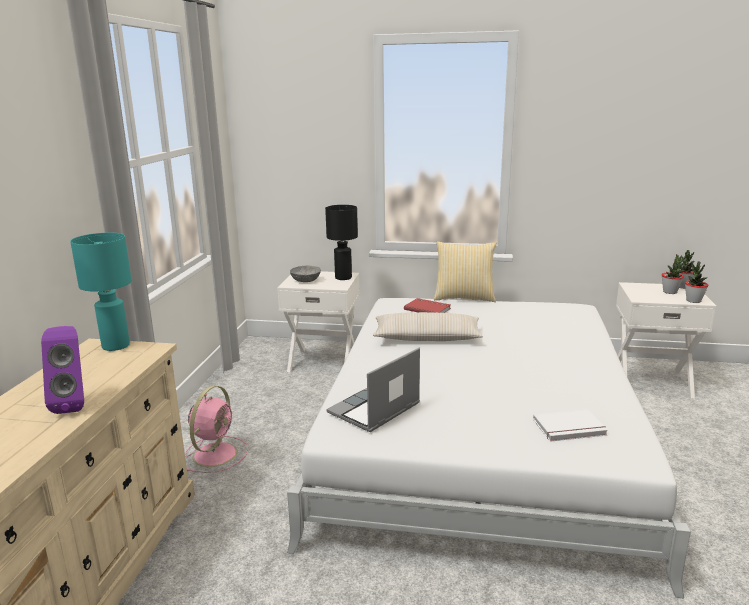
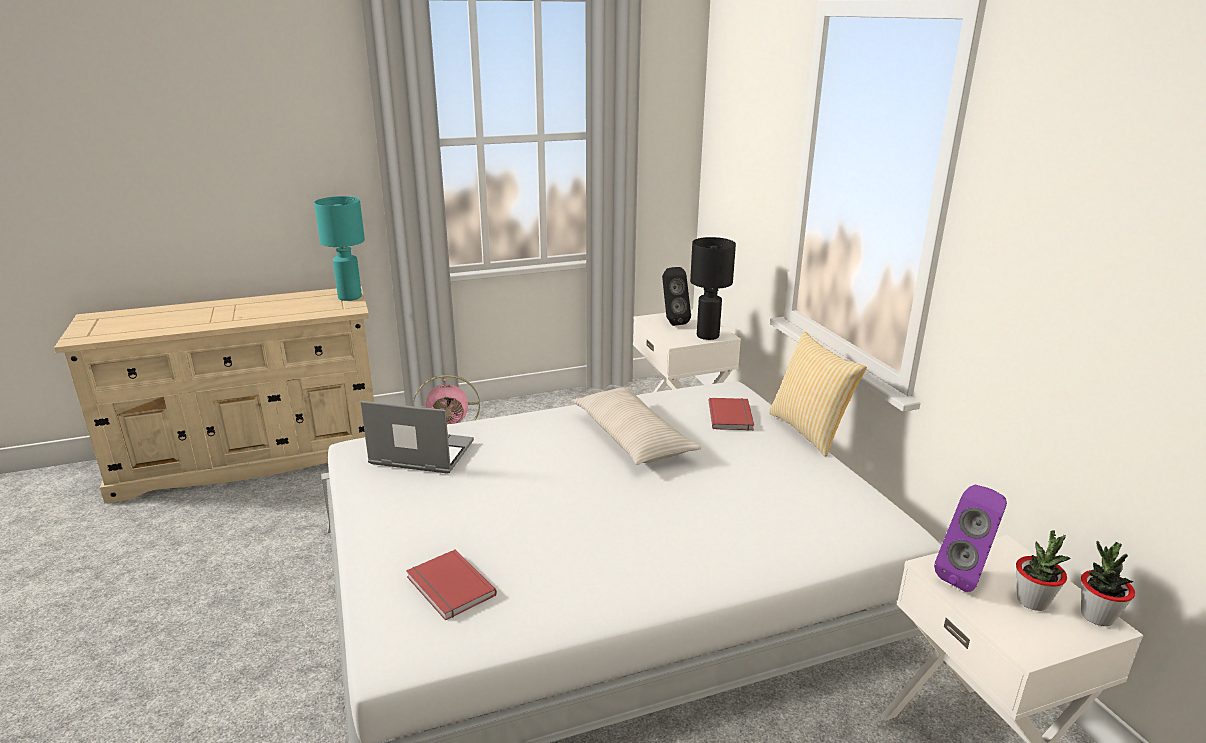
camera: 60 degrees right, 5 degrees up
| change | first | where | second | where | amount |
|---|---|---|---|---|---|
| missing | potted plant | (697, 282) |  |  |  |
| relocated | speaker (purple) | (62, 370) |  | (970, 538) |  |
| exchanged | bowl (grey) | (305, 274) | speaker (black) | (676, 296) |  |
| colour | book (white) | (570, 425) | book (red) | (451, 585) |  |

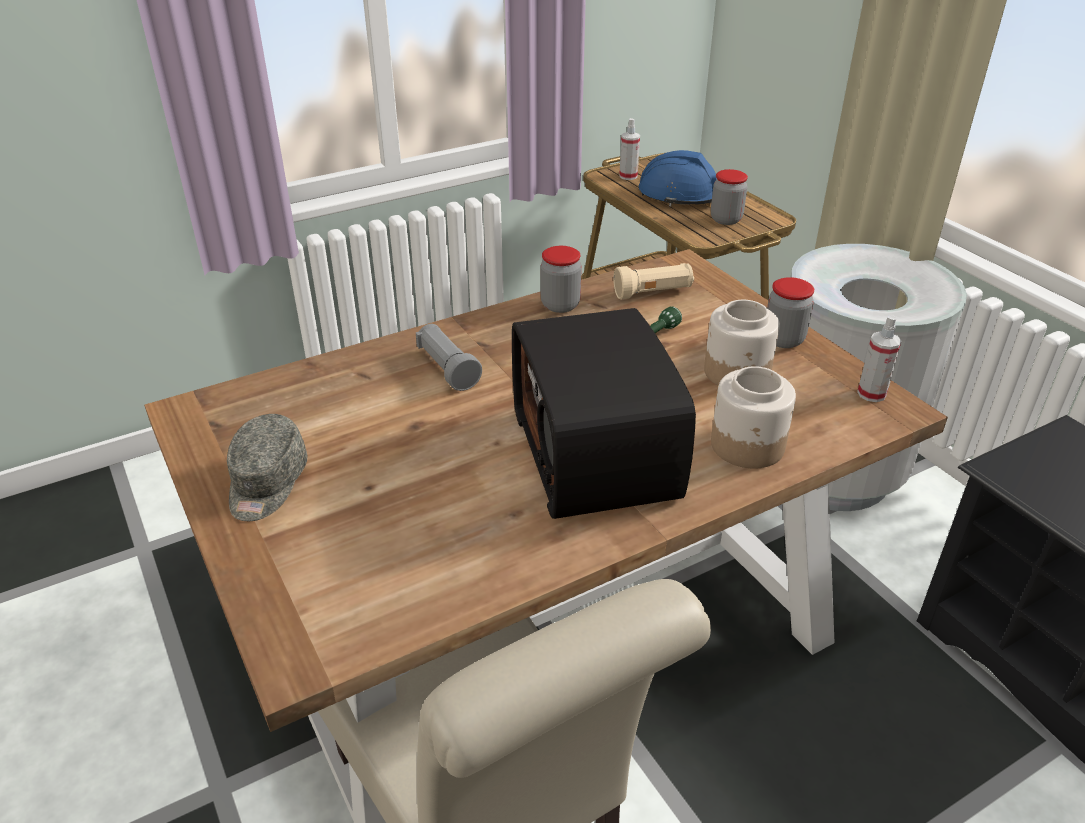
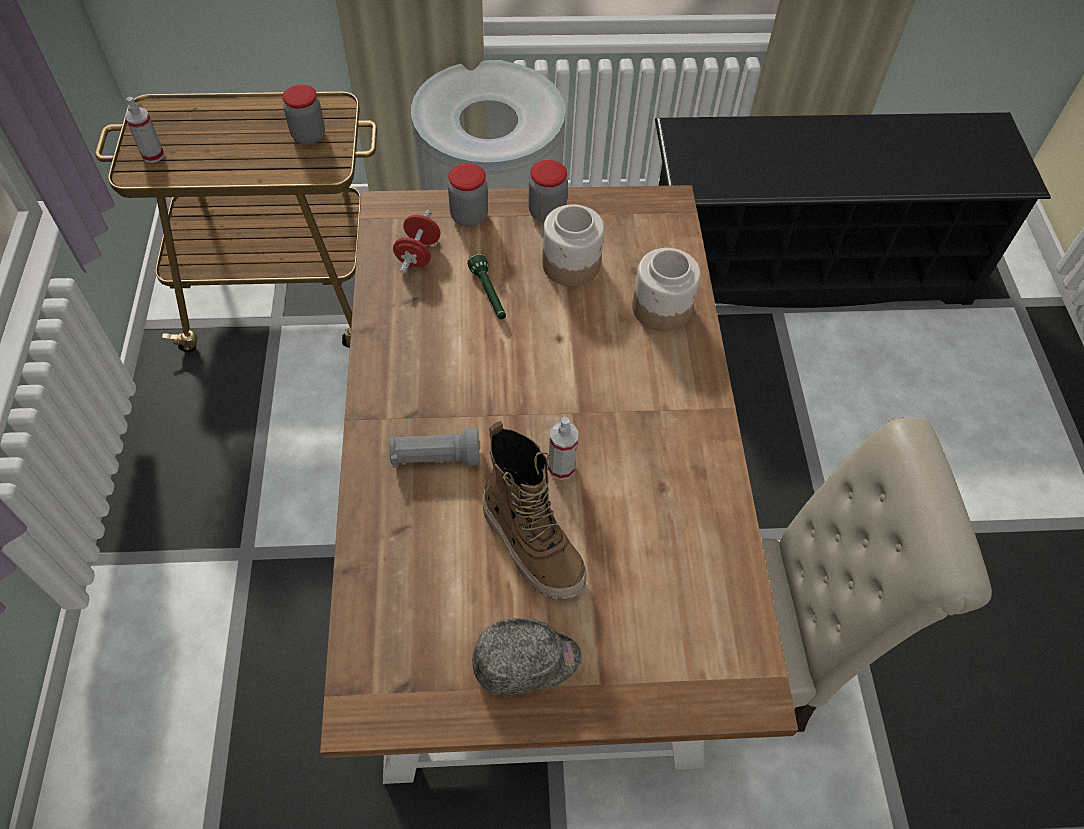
camera: 65 degrees left, 20 degrees up
| change | first | where | second | where | amount |
|---|---|---|---|---|---|
| missing | radio | (604, 413) |  |  |  |
| missing | hard hat (blue) | (682, 178) |  |  |  |
| appeared |  |  | boot | (534, 510) |  |
| relocated | jar | (561, 279) |  | (468, 195) |  |
| relocated | spray bottle | (879, 358) |  | (563, 448) |  |
| exchanged | flashlight (beige) | (653, 281) | dumbbell (red) | (416, 241) |  |
| spun | cap (grey) | (267, 467) |  | (527, 657) | 45 degrees counterclockwise |

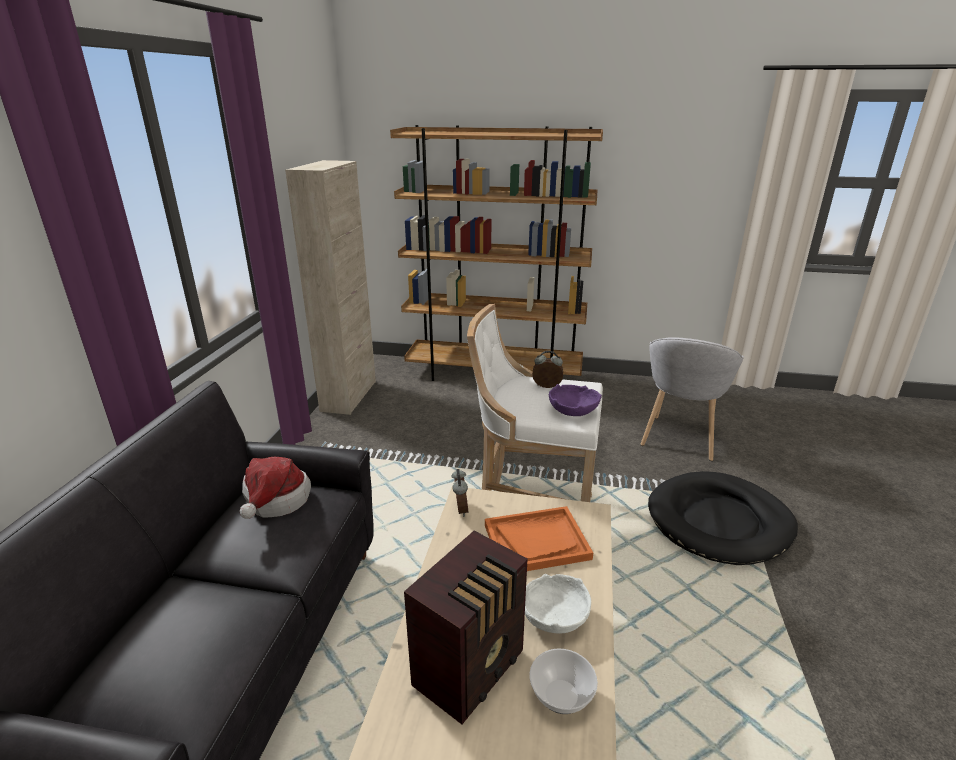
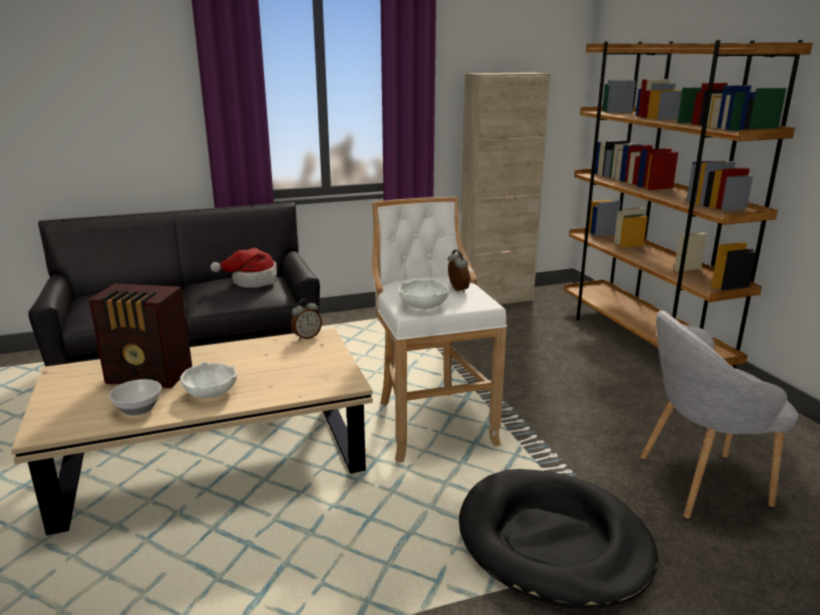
camera: 60 degrees right, 5 degrees down
| change | first | where | second | where | amount |
|---|---|---|---|---|---|
| missing | tray (orange) | (539, 538) |  |  |  |
| colour | bowl (purple) | (575, 400) | bowl (white) | (424, 293) |  |

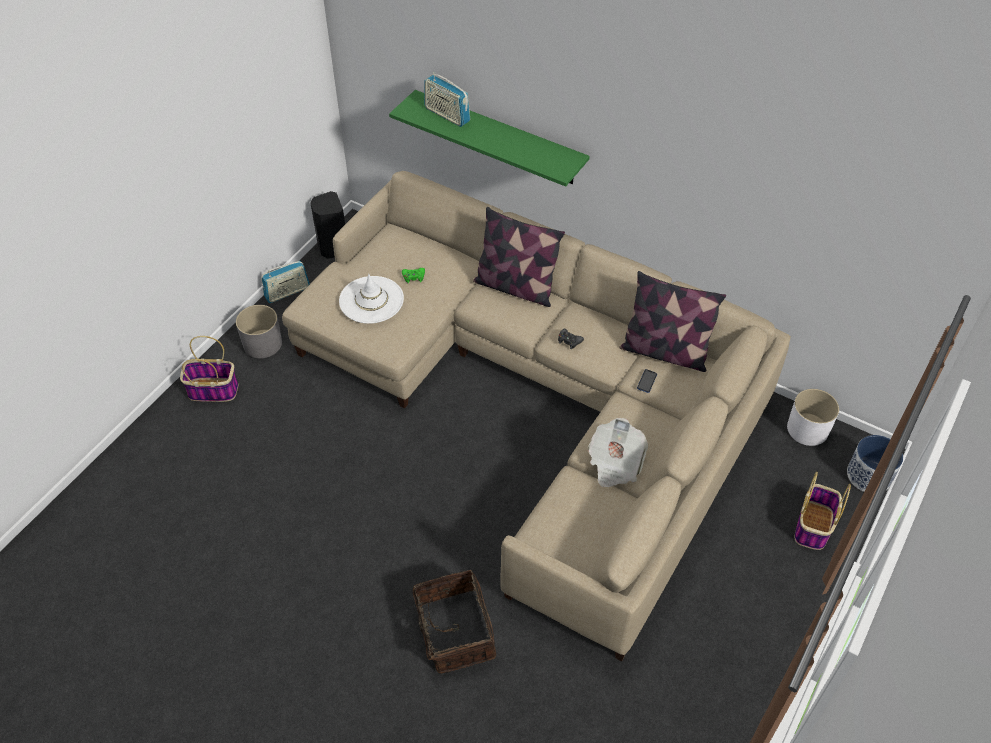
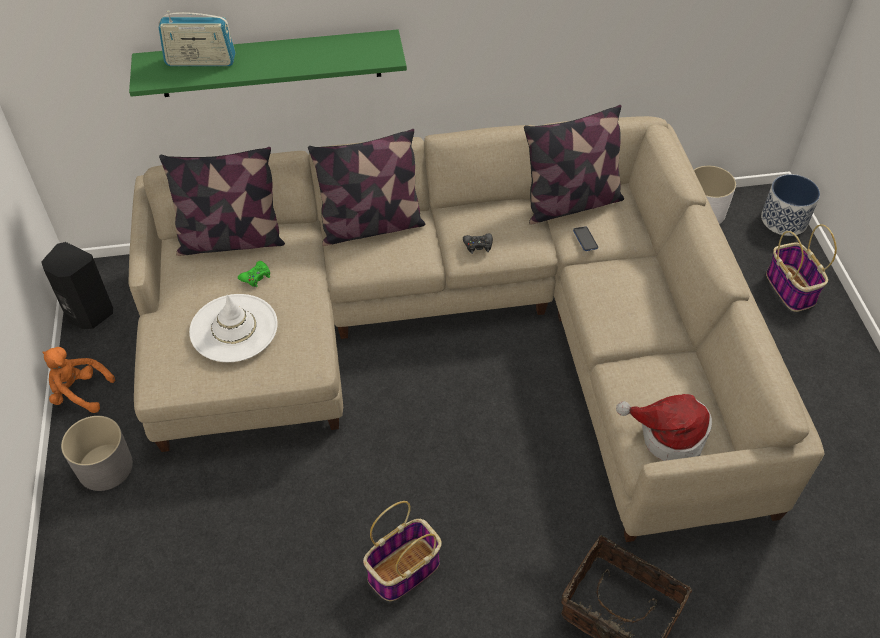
camera: 40 degrees left, 0 degrees up
| change | first | where | second | where | amount |
|---|---|---|---|---|---|
| missing | newspaper | (618, 452) |  |  |  |
| appeared |  |  | pillow | (222, 201) |  |
| appeared |  |  | hat | (664, 427) |  |
| relocated | basket | (209, 369) |  | (402, 551) |  |
| exchanged | radio | (285, 282) | plush toy (orange) | (78, 380) |  |

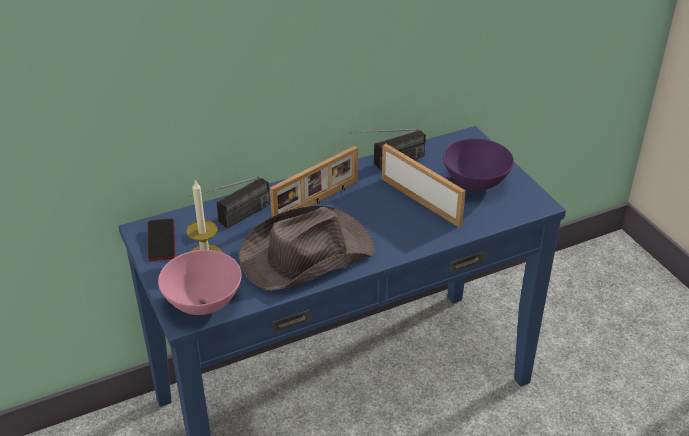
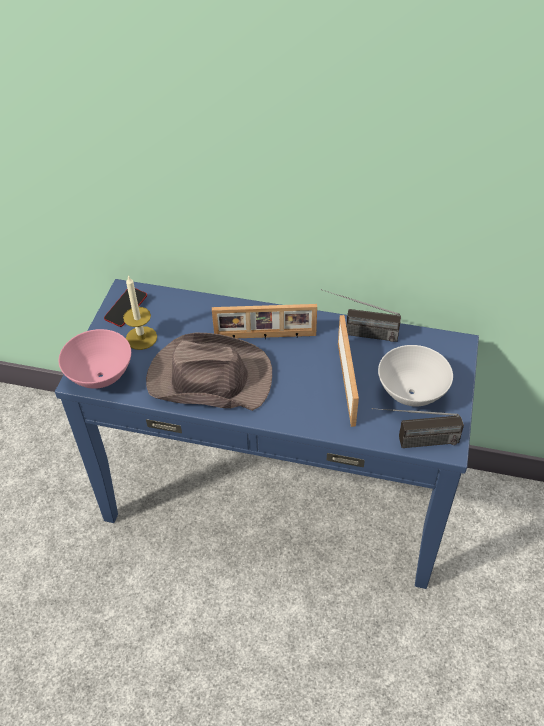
camera: 40 degrees right, 10 degrees up
| change | first | where | second | where | amount |
|---|---|---|---|---|---|
| relocated | radio | (229, 203) |  | (418, 428) |  |
| colour | bowl (purple) | (478, 164) | bowl (white) | (415, 375) |  |

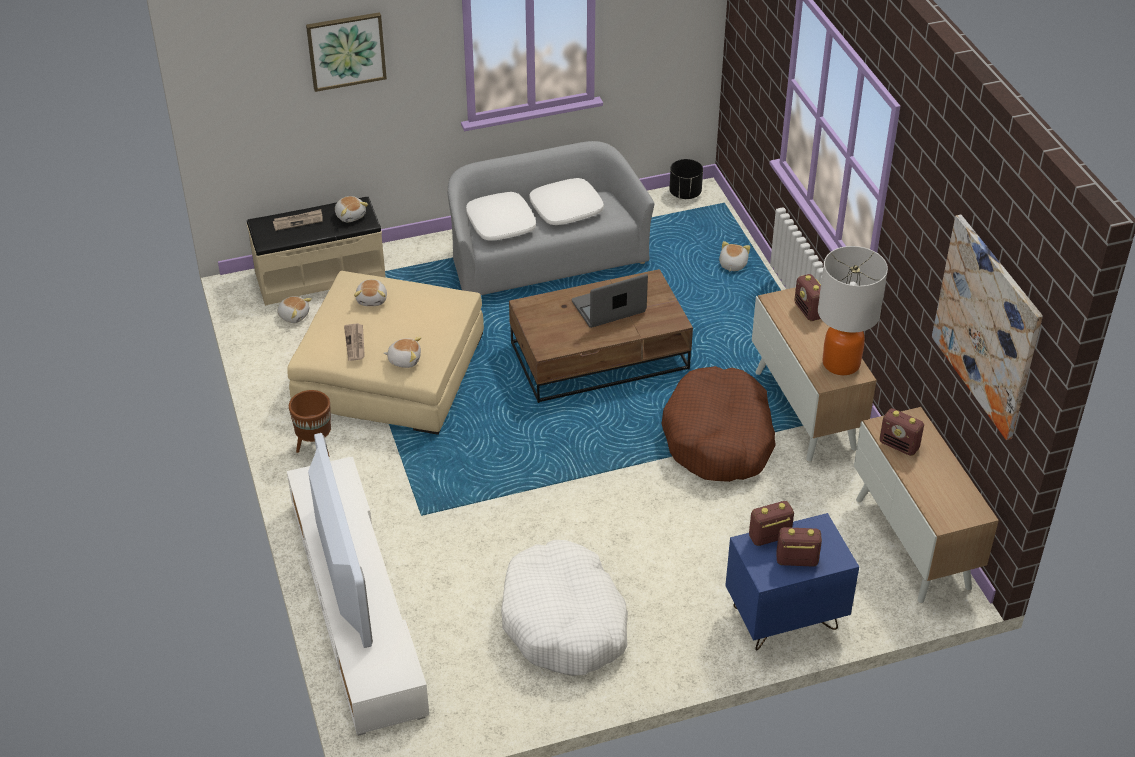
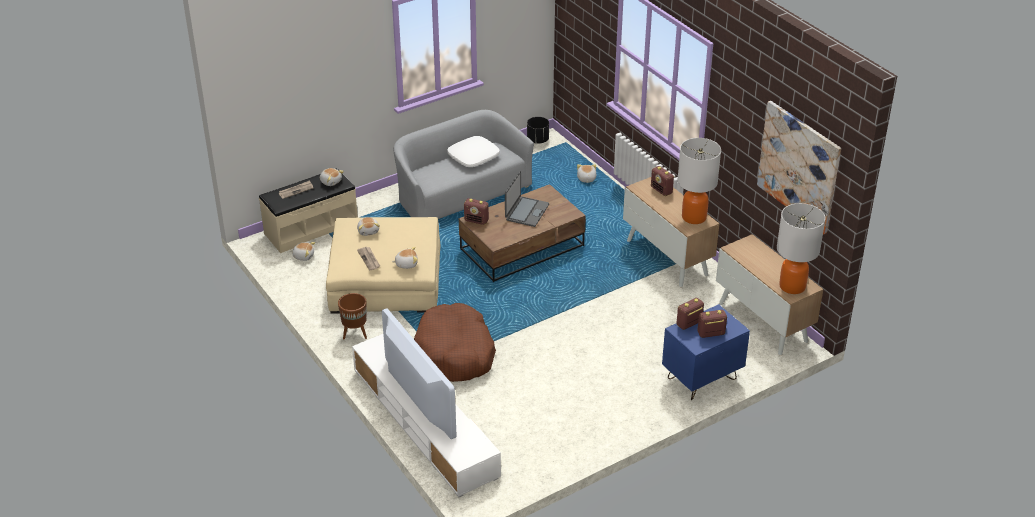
camera: 15 degrees left, 5 degrees down
| change | first | where | second | where | amount |
|---|---|---|---|---|---|
| missing | picture | (346, 52) |  |  |  |
| missing | pillow (white) | (501, 216) |  |  |  |
| missing | dog bed (white) | (564, 608) |  |  |  |
| appeared |  |  | table lamp | (801, 248) |  |
| relocated | dog bed (brown) | (718, 424) |  | (455, 342) |  |
| relocated | radio | (901, 432) |  | (476, 211) |  |
| spun | laptop | (610, 301) |  | (527, 199) | 150 degrees clockwise |

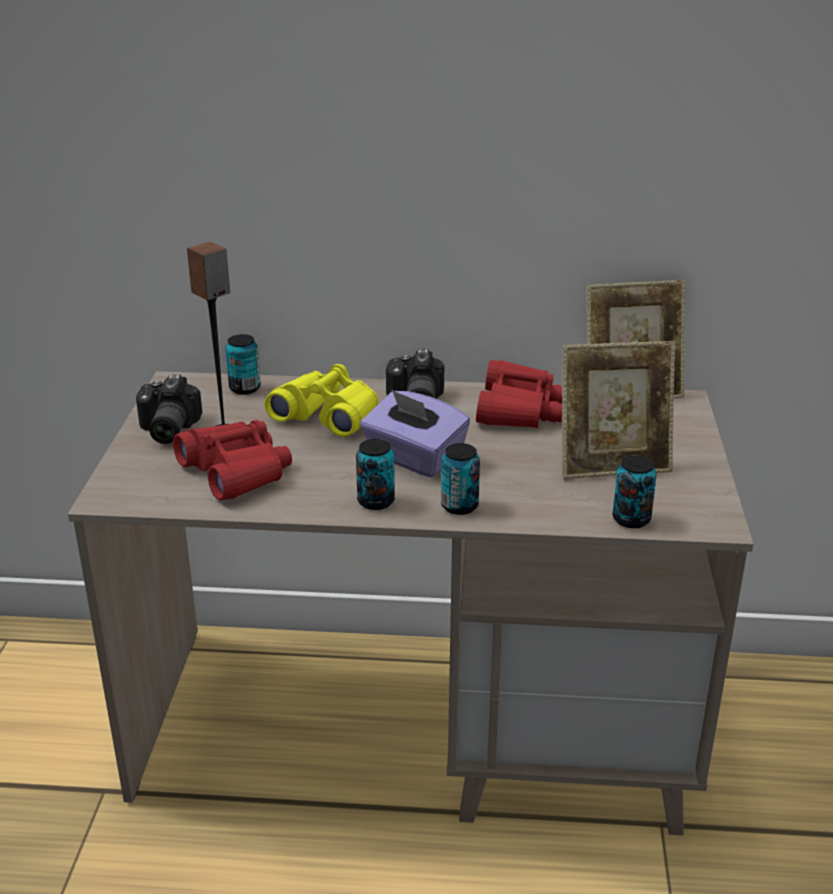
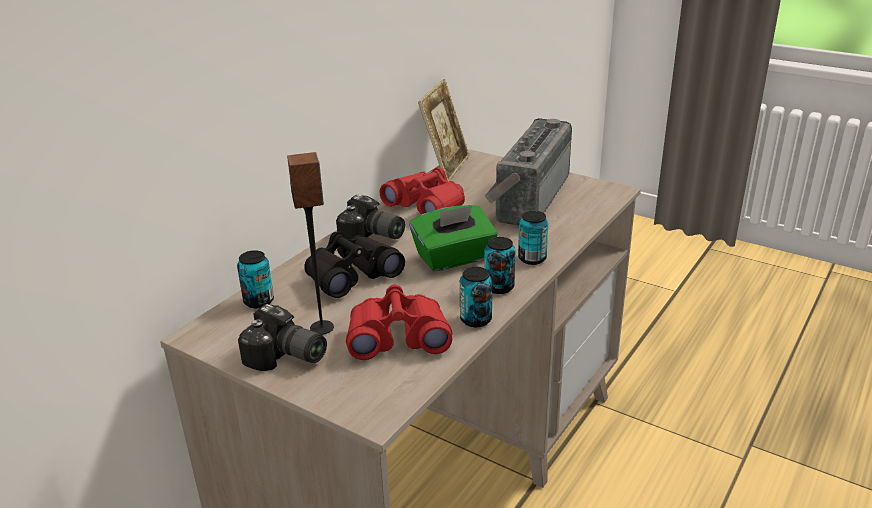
camera: 60 degrees left, 0 degrees up
| change | first | where | second | where | amount |
|---|---|---|---|---|---|
| relocated | can | (635, 491) |  | (476, 297) |  |
| exchanged | picture frame | (618, 410) | radio | (528, 172) |  |
| colour | binoculars (yellow) | (321, 400) | binoculars (black) | (354, 264) |  |
| colour | tissue box (purple) | (415, 434) | tissue box (green) | (453, 238) |  |

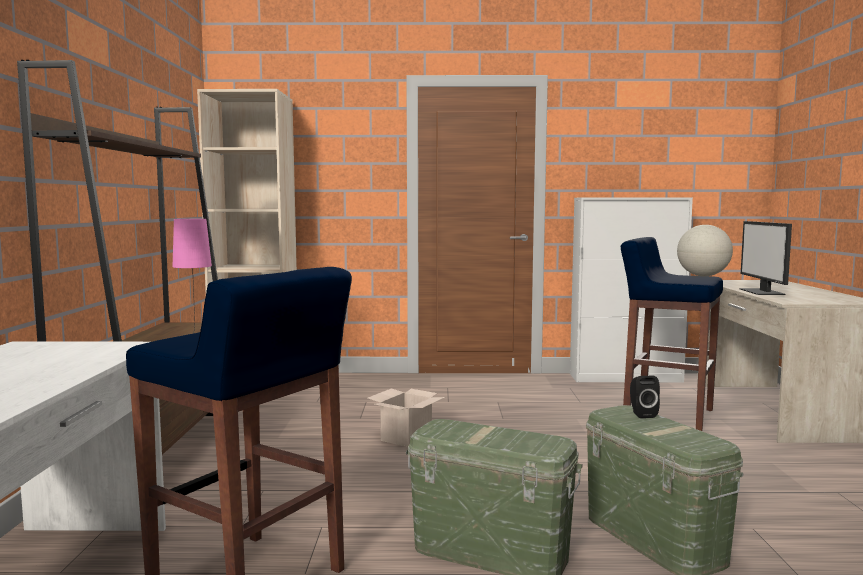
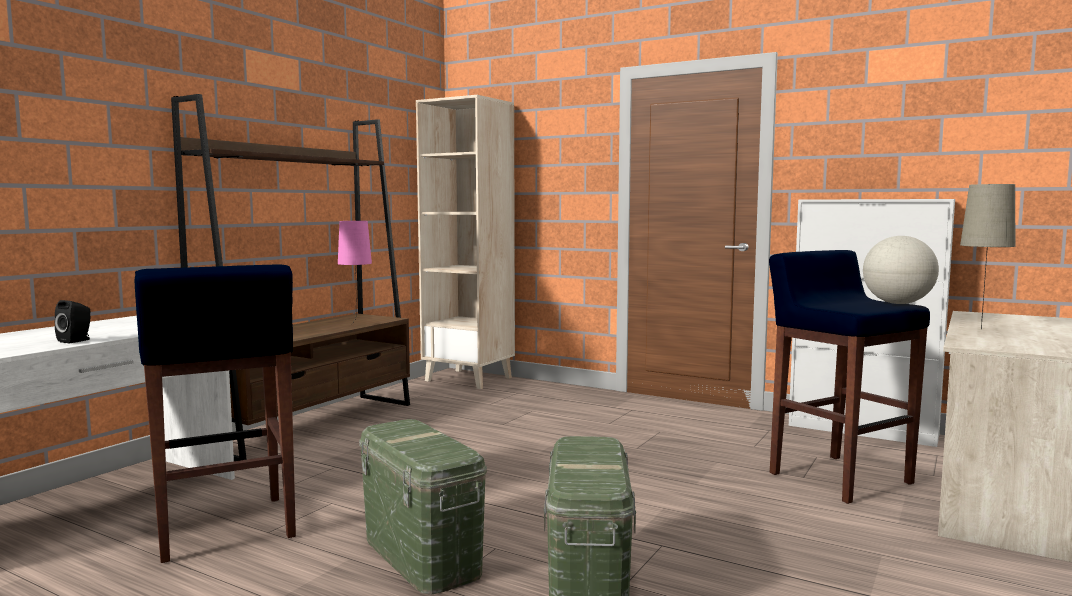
camera: 30 degrees right, 0 degrees up
| change | first | where | second | where | amount |
|---|---|---|---|---|---|
| missing | cardboard box | (406, 417) |  |  |  |
| relocated | speaker (black) | (645, 397) |  | (72, 321) |  |
| exchanged | monitor | (766, 258) | table lamp (beige) | (988, 256) |  |

